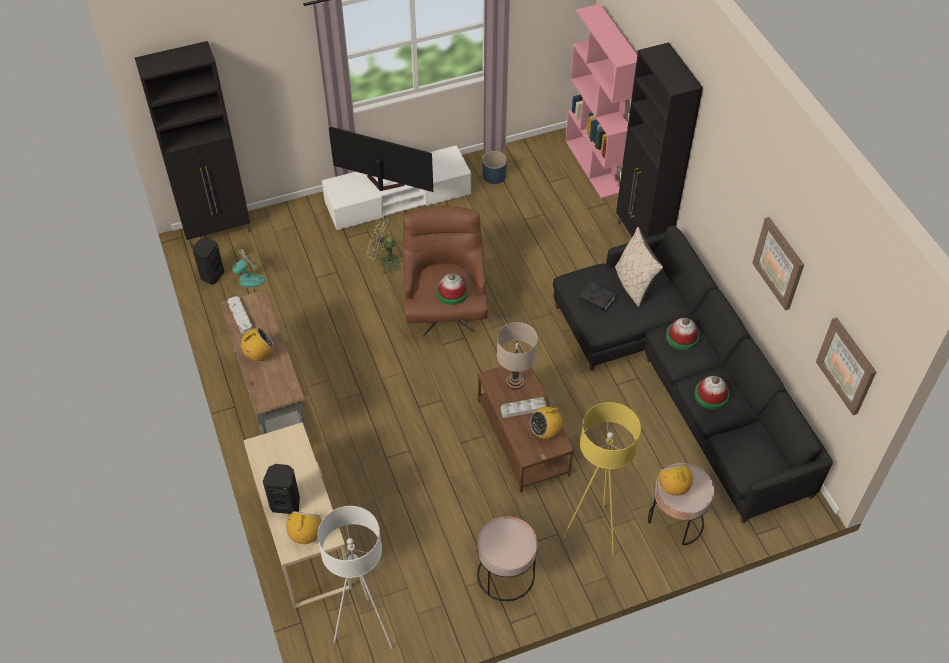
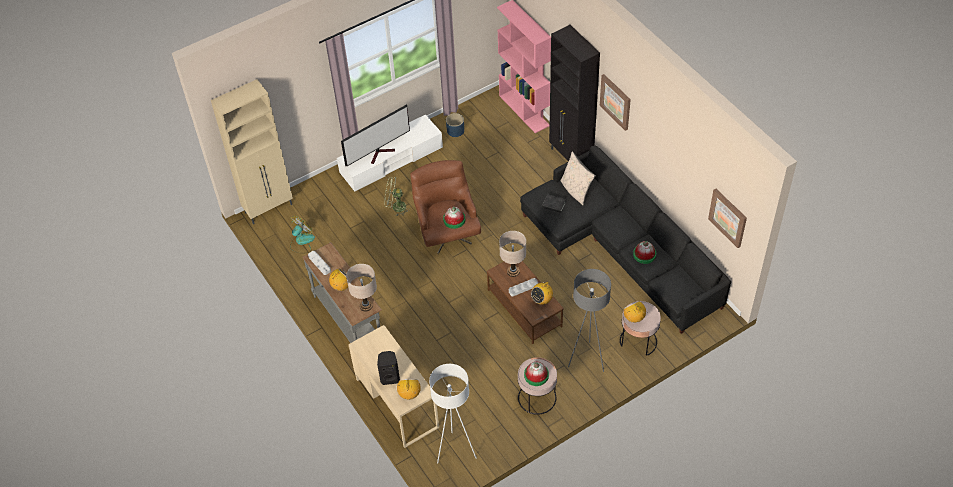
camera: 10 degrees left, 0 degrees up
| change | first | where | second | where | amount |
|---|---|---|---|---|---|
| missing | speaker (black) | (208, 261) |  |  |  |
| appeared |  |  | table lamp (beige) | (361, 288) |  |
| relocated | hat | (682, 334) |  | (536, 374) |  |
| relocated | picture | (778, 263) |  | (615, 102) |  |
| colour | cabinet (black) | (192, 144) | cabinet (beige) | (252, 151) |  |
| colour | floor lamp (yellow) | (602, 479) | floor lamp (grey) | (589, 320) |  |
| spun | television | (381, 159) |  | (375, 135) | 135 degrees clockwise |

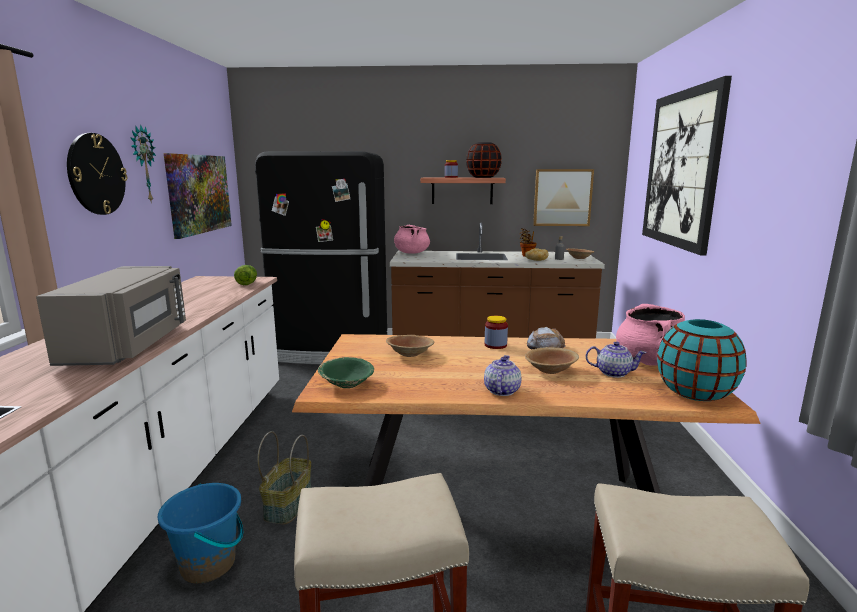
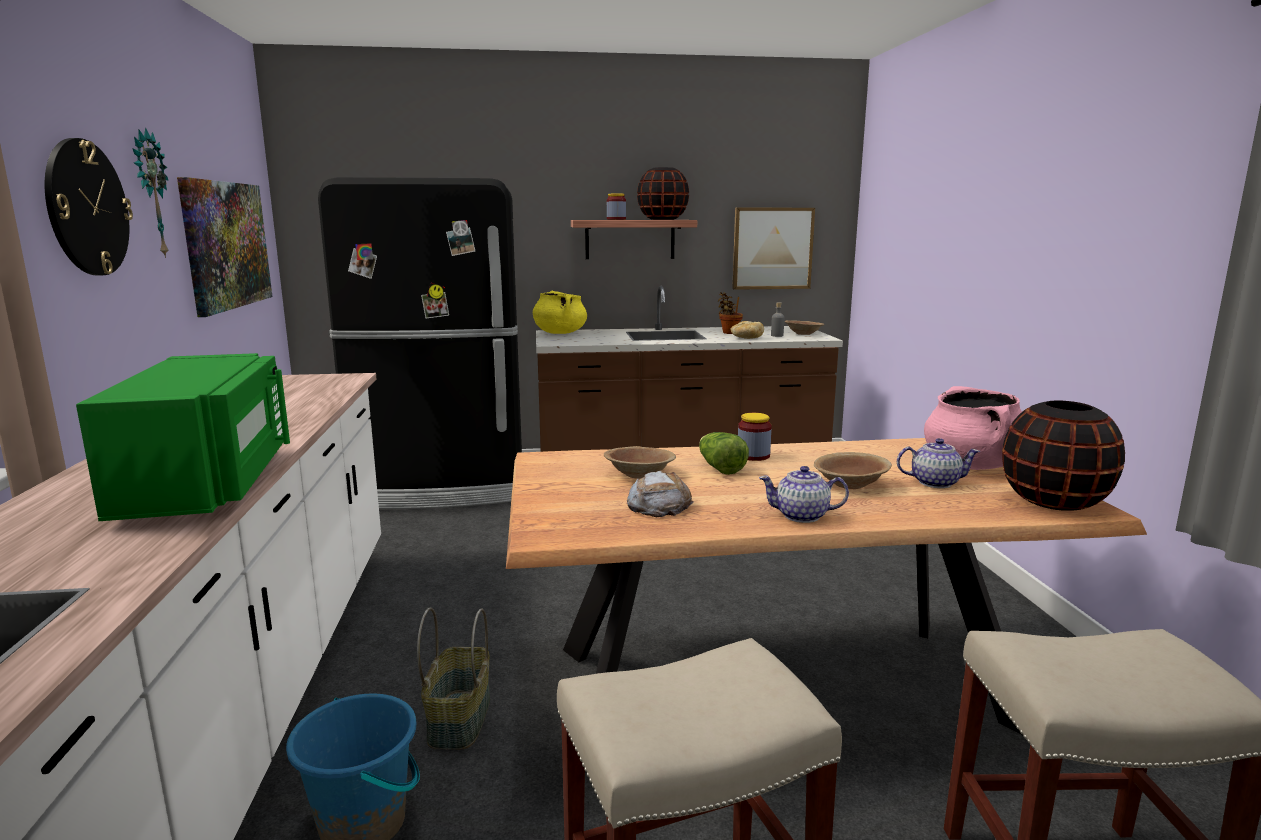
camera: 10 degrees left, 0 degrees up
| change | first | where | second | where | amount |
|---|---|---|---|---|---|
| missing | bowl (green) | (346, 372) |  |  |  |
| missing | picture | (687, 165) |  |  |  |
| relocated | lettuce | (245, 275) |  | (724, 453) |  |
| relocated | bread | (546, 338) |  | (660, 494) |  |
| colour | microwave (grey) | (111, 316) | microwave (green) | (183, 437) |  |
| colour | cooking pot (pink) | (412, 239) | cooking pot (yellow) | (560, 312) |  |
| colour | vase (turquoise) | (702, 360) | vase (black) | (1063, 455) |  |
| spun | teapot | (502, 375) |  | (804, 494) | 90 degrees counterclockwise |

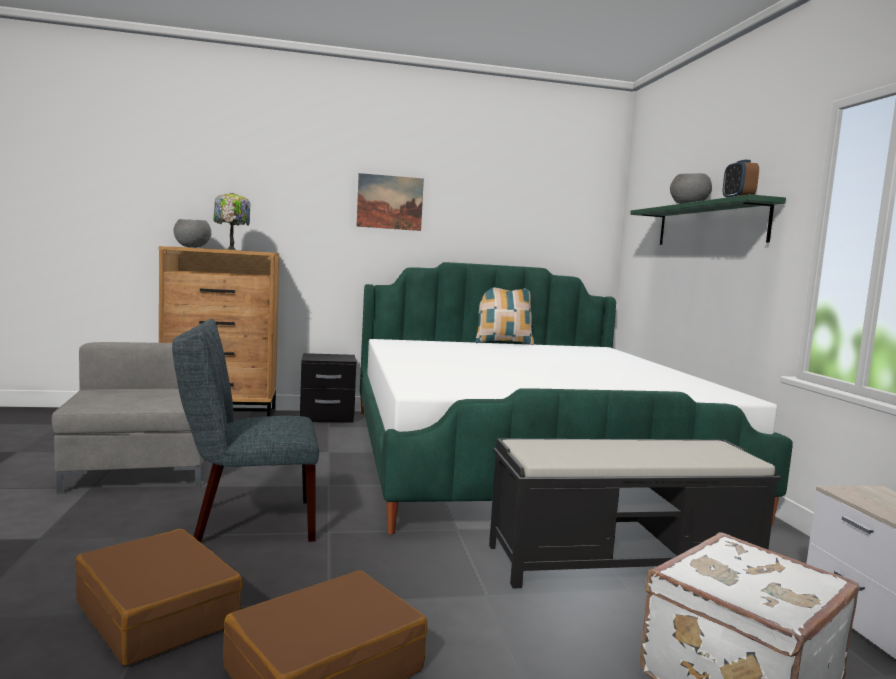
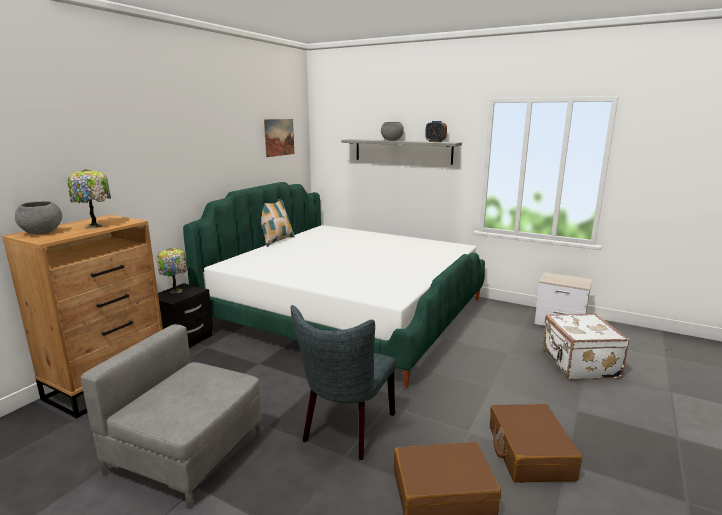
camera: 50 degrees left, 10 degrees up
| change | first | where | second | where | amount |
|---|---|---|---|---|---|
| missing | bench (black) | (635, 513) |  |  |  |
| appeared |  |  | table lamp | (172, 270) |  |
| relocated | picture | (390, 202) |  | (279, 138) |  |
| colour | shelf (green) | (708, 219) | shelf (grey) | (401, 152) |  |

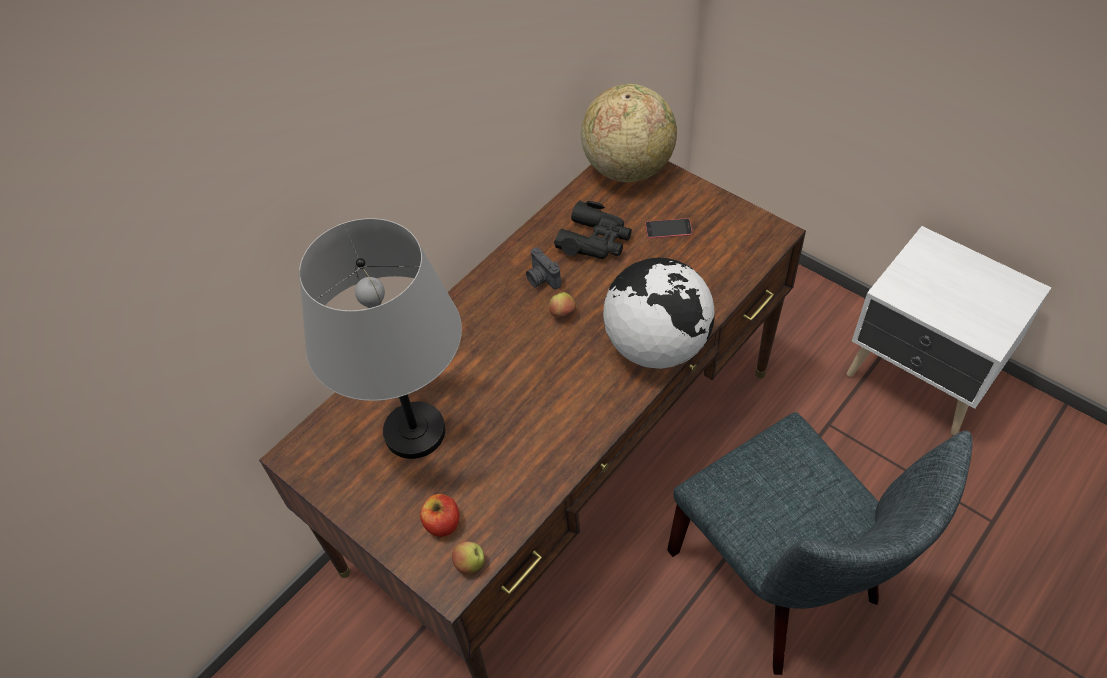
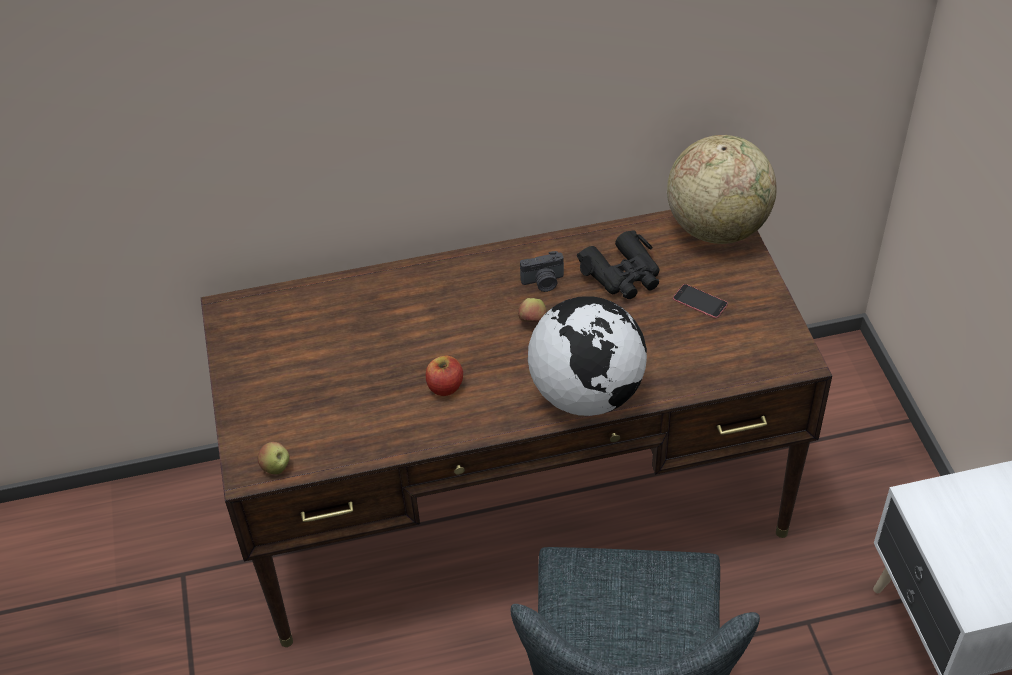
camera: 35 degrees right, 5 degrees down
| change | first | where | second | where | amount |
|---|---|---|---|---|---|
| missing | table lamp (grey) | (380, 338) |  |  |  |
| relocated | apple | (439, 515) |  | (444, 376) |  |
| spun | photo camera | (543, 268) |  | (542, 271) | 105 degrees counterclockwise |

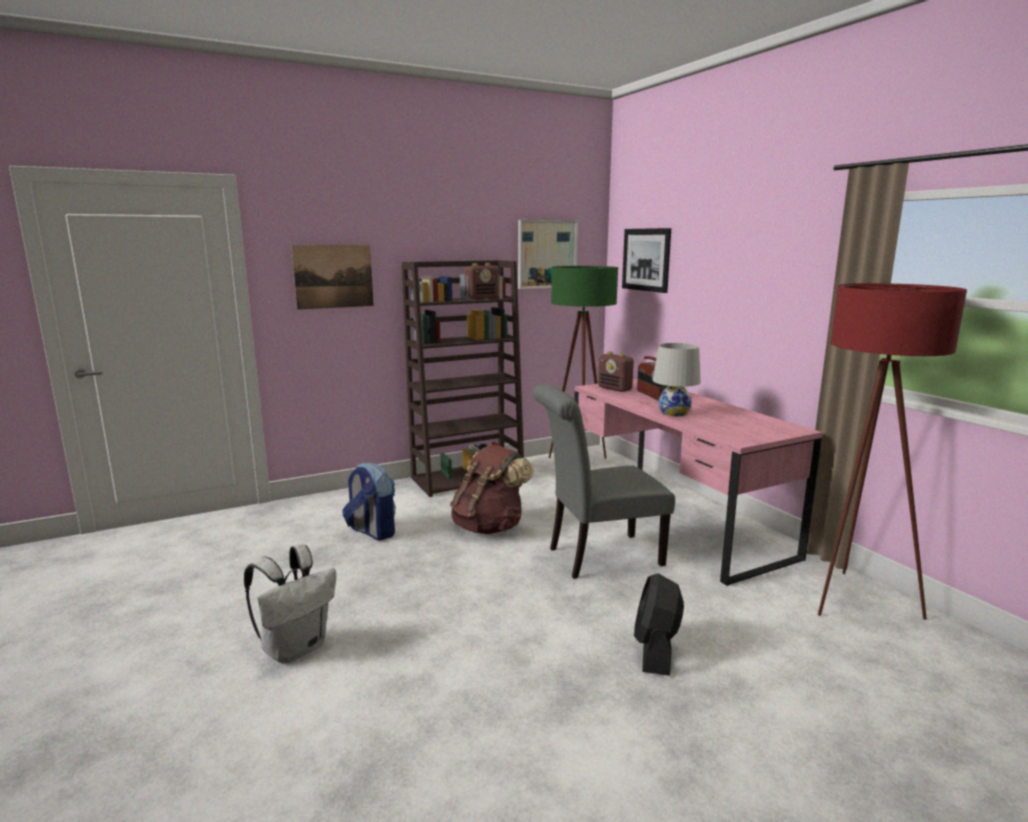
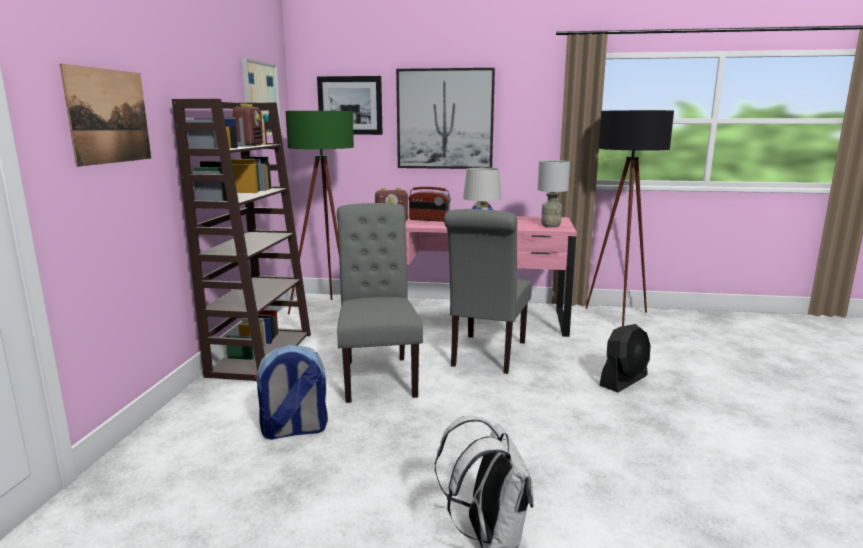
camera: 55 degrees left, 0 degrees up
| change | first | where | second | where | amount |
|---|---|---|---|---|---|
| appeared |  |  | picture | (445, 118) |  |
| appeared |  |  | table lamp (grey) | (554, 193) |  |
| exchanged | backpack (brown) | (492, 489) | chair (grey) | (380, 303) |  |
| colour | floor lamp (red) | (892, 451) | floor lamp (black) | (630, 218) |  |
| spun | fan (black) | (659, 624) |  | (625, 358) | 90 degrees counterclockwise |

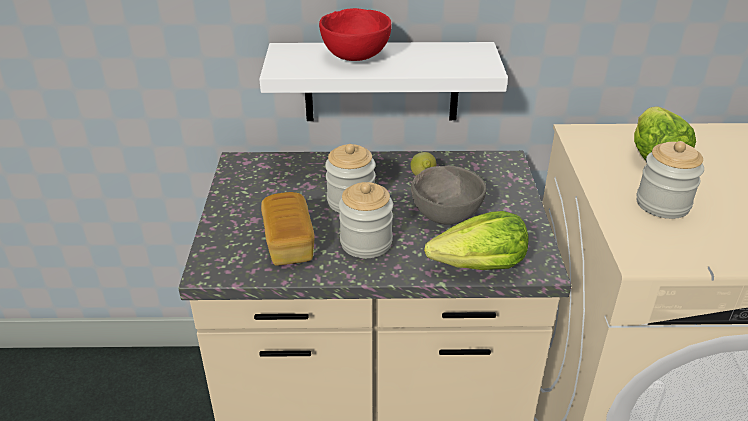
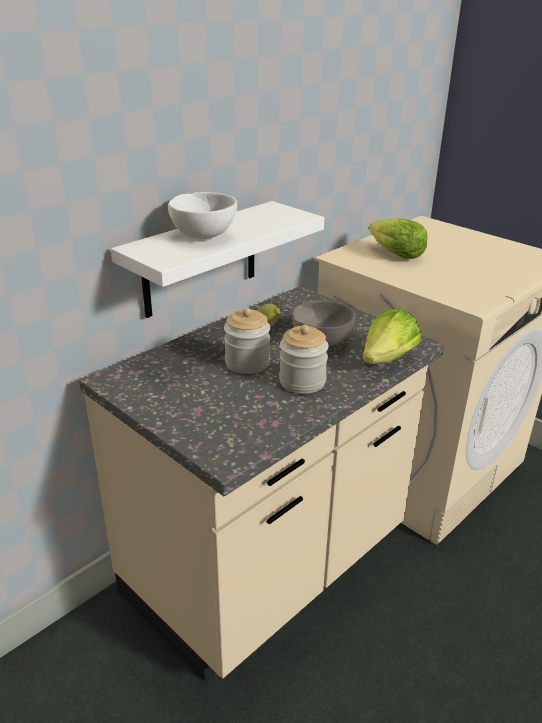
camera: 45 degrees left, 5 degrees down
| change | first | where | second | where | amount |
|---|---|---|---|---|---|
| missing | bread | (288, 228) |  |  |  |
| missing | jar | (670, 180) |  |  |  |
| colour | bowl (red) | (355, 34) | bowl (white) | (202, 215) |  |

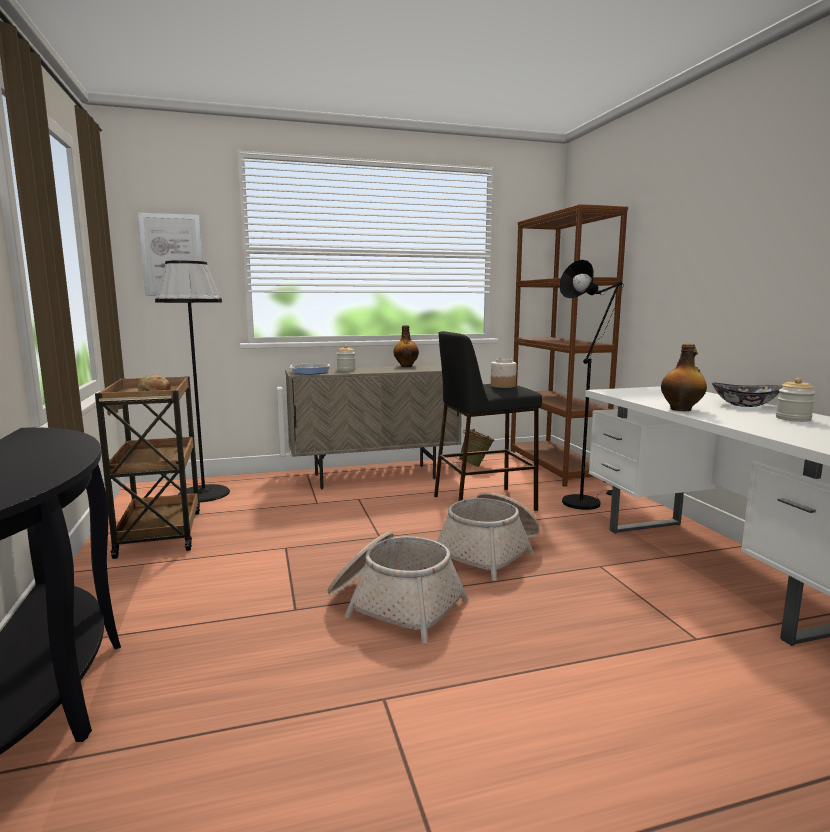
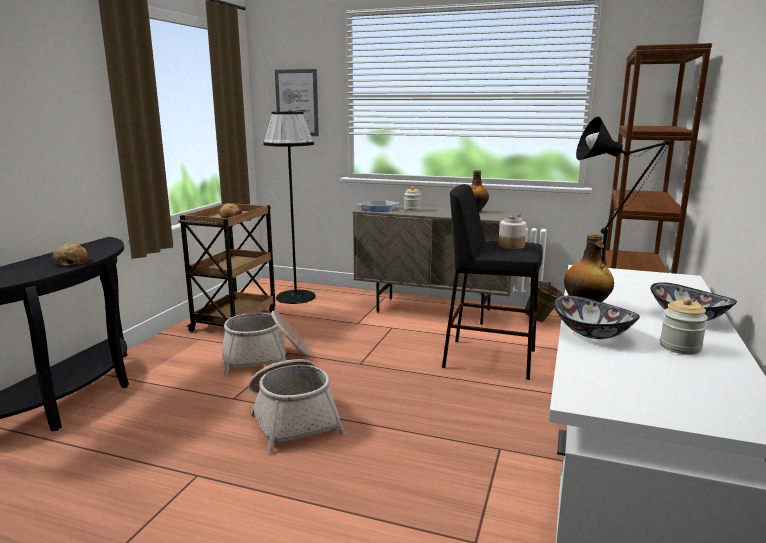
camera: 35 degrees right, 5 degrees up
| change | first | where | second | where | amount |
|---|---|---|---|---|---|
| appeared |  |  | bread | (70, 254) |  |
| appeared |  |  | bowl | (596, 317) |  |
| relocated | basket | (488, 536) |  | (266, 343) |  |

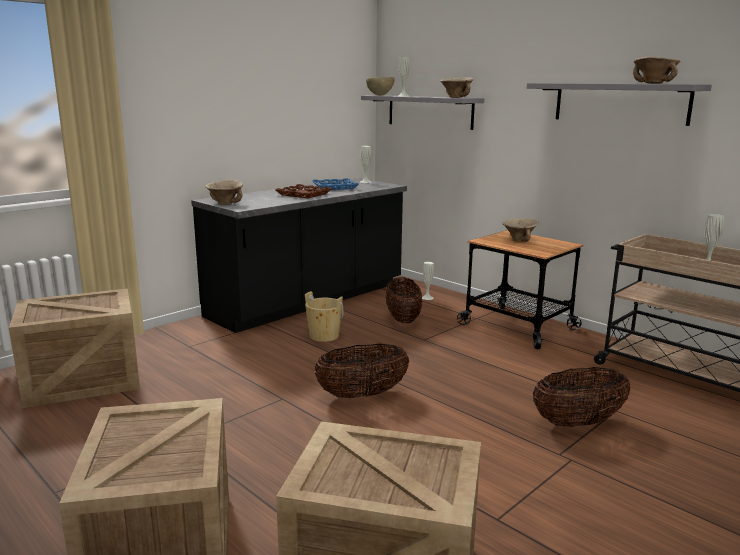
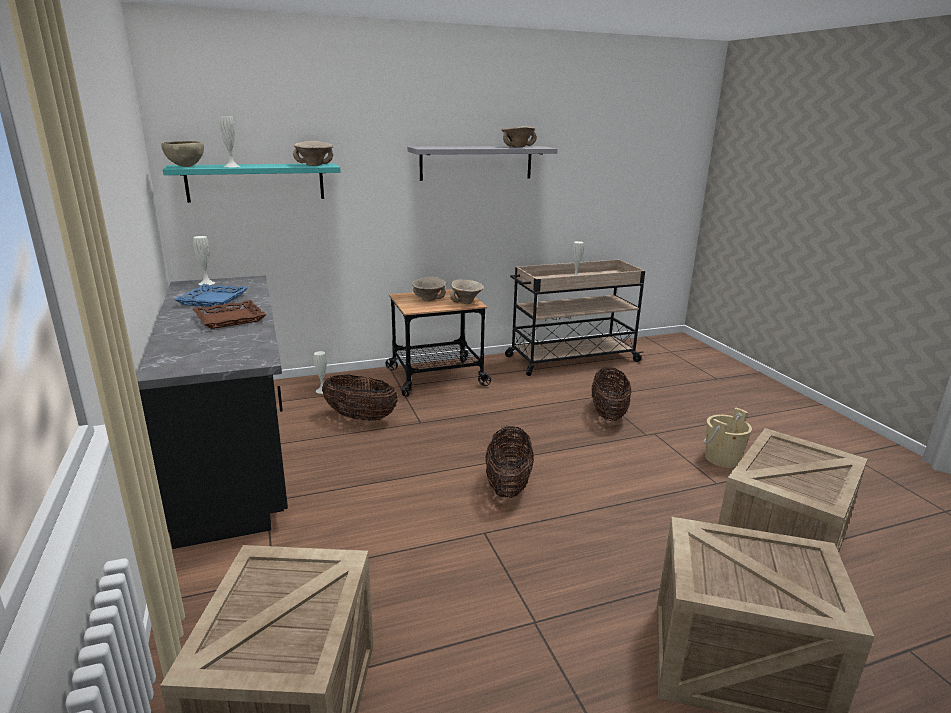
camera: 65 degrees left, 5 degrees up
| change | first | where | second | where | amount |
|---|---|---|---|---|---|
| relocated | bowl (beige) | (224, 192) |  | (467, 291) |  |
| relocated | bucket (beige) | (324, 316) |  | (728, 438) |  |
| colour | shelf (grey) | (423, 112) | shelf (turquoise) | (252, 183) |  |

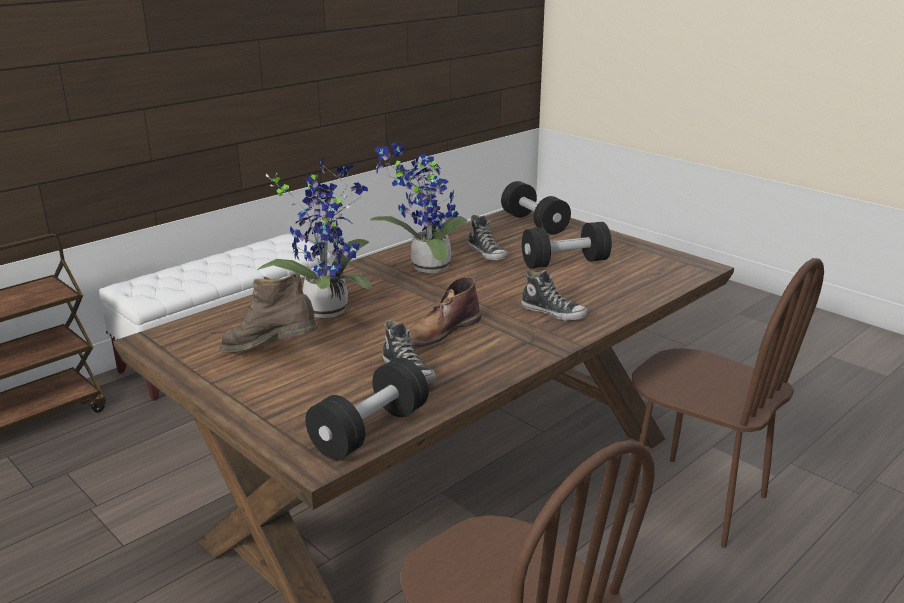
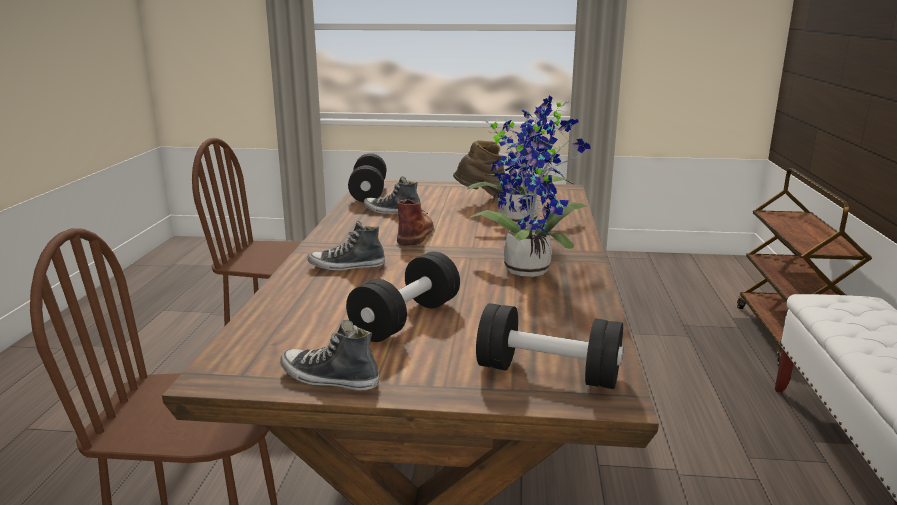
camera: 140 degrees right, 5 degrees down
| change | first | where | second | where | amount |
|---|---|---|---|---|---|
| relocated | shoe | (488, 237) |  | (329, 355) |  |

